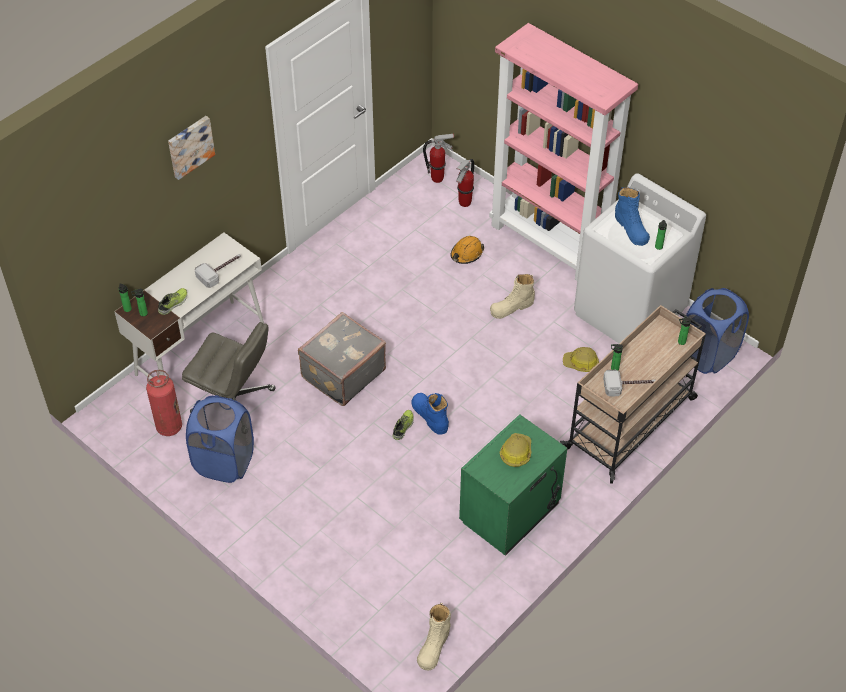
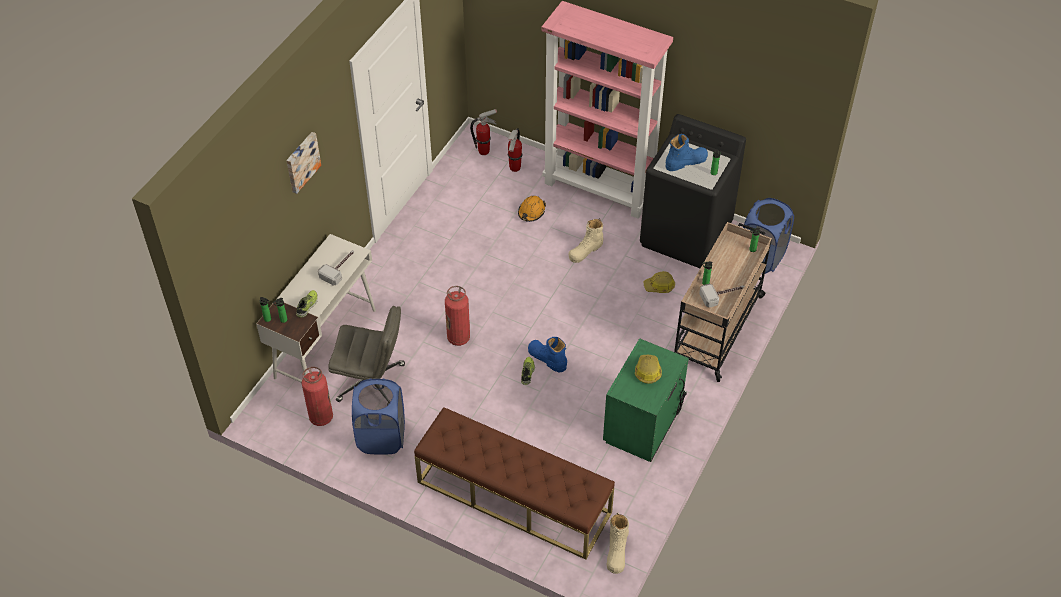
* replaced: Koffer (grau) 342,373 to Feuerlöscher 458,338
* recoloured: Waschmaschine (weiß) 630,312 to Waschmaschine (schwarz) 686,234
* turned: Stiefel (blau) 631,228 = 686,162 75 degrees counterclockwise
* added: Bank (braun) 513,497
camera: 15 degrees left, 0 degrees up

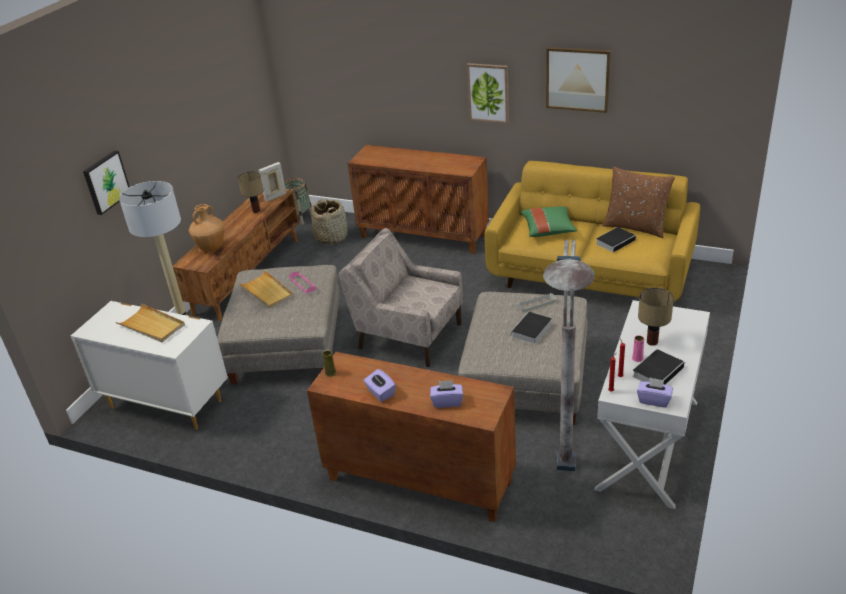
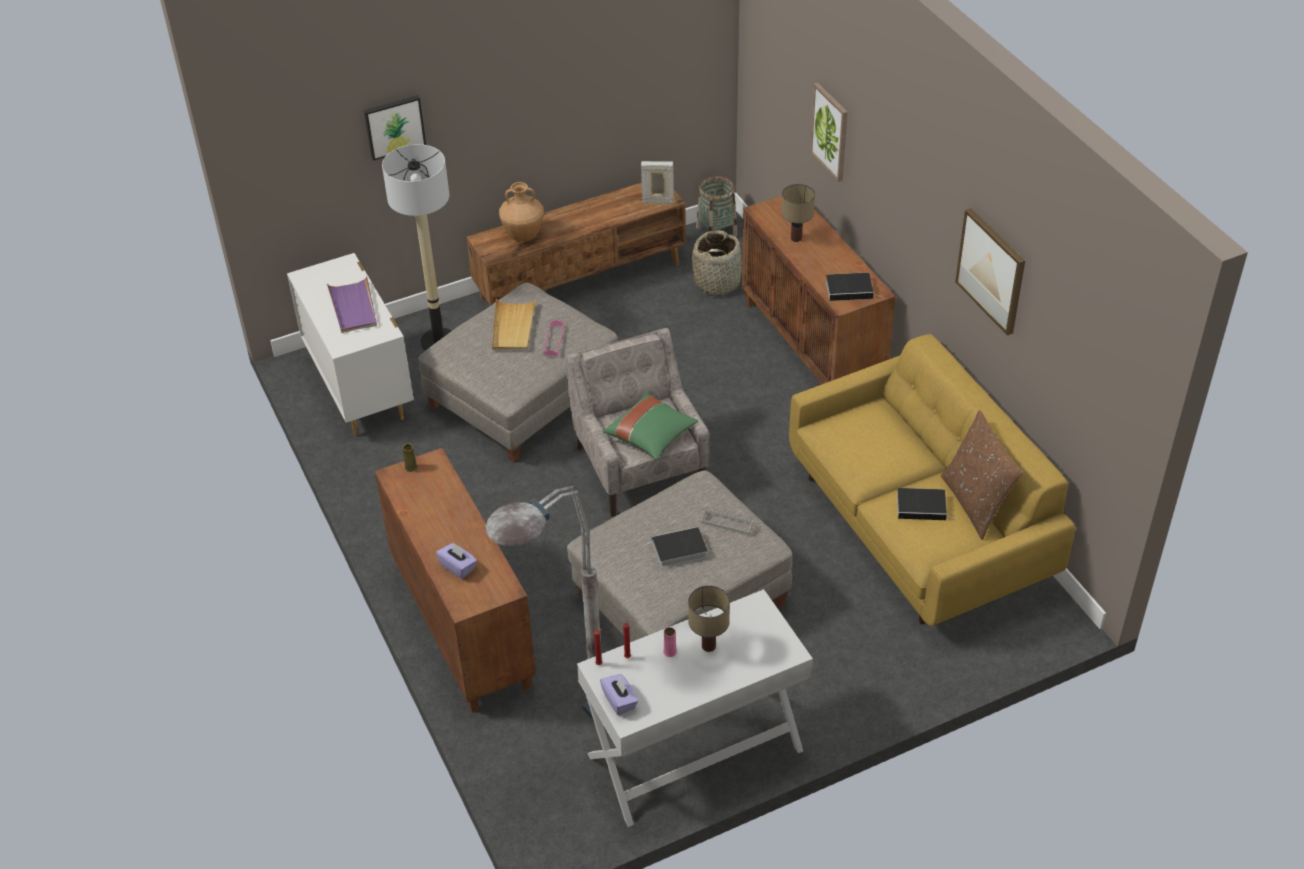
* recoloured: Tablett (beige) 152,326 to Tablett (lila) 353,307
* moved: Tischlampe 256,211 to 795,238
* removed: Taschentuchbox (lila) 380,393
* moved: Bild 488,93 to 830,131
* moved: Kissen (grün) 548,230 to 651,436
* moved: Buch 658,371 to 850,289
camera: 40 degrees right, 10 degrees up

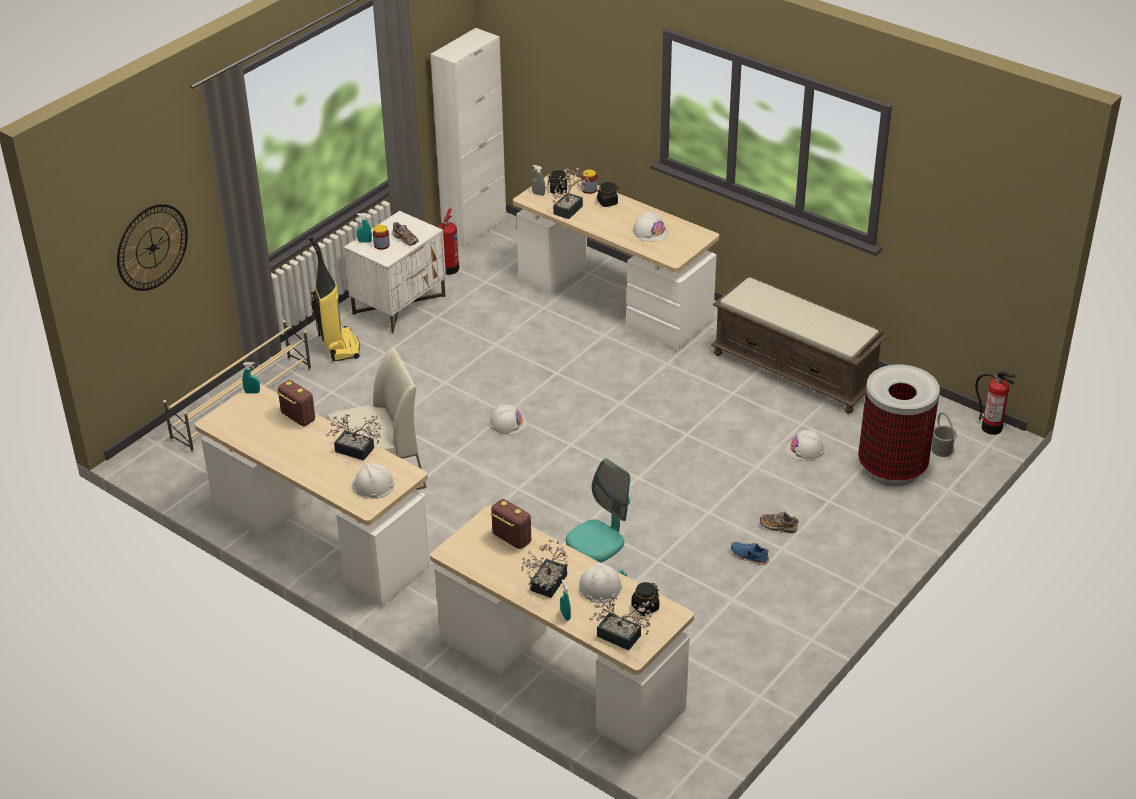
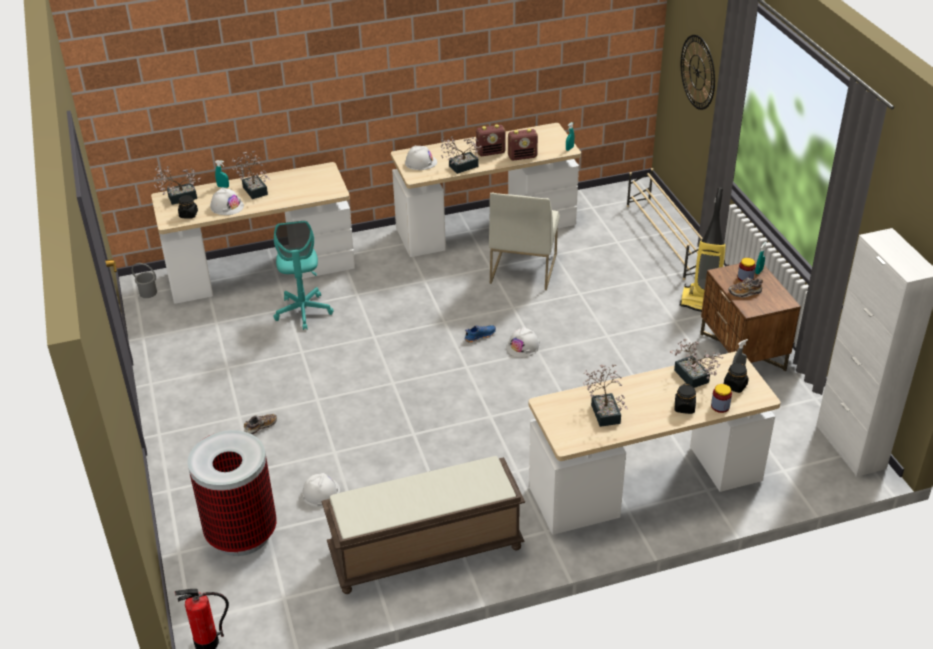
* recoloured: Nachttisch (weiß) 399,305 to Nachttisch (braun) 743,352
* removed: Feuerlöscher 448,270
* moved: Radio 511,538 to 491,152
* replaced: Schutzhelm (weiß) 650,232 to Topfpflanze 604,411
* moved: Schuh (blau) 749,556 to 479,336
* moved: Eimer (grau) 942,450 to 148,293
camera: 125 degrees right, 0 degrees up

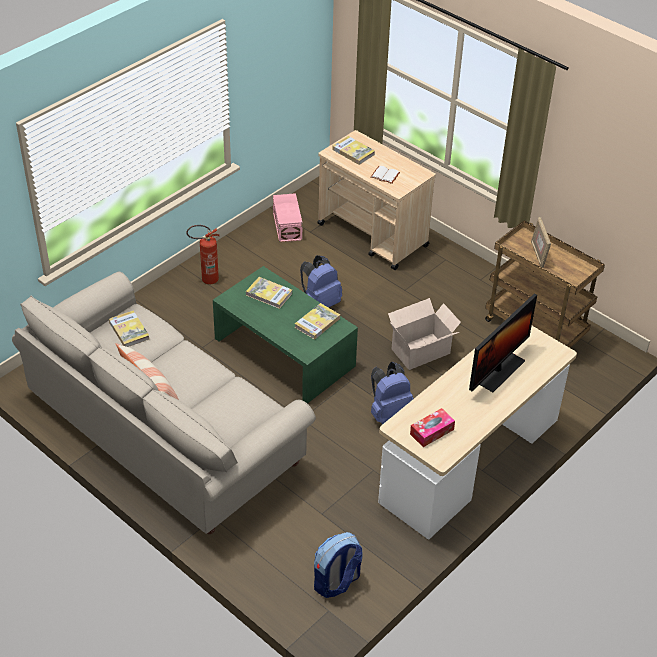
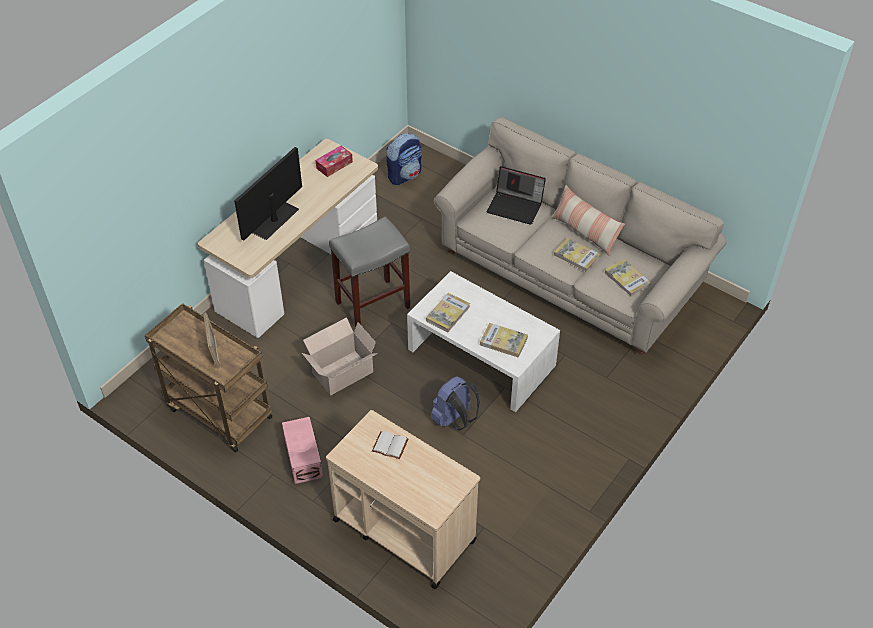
* removed: Feuerlöscher 206,280
* recoloured: Couchtisch (grün) 284,352 to Couchtisch (weiß) 482,357
* moved: Aufbewahrungsbox (rosa) 288,226 to 302,458
* moved: Buch 353,152 to 576,256
* replaced: Rucksack (blau) 389,413 to Hocker (grau) 372,305
* added: Laptop 516,206
camera: 175 degrees right, 5 degrees up

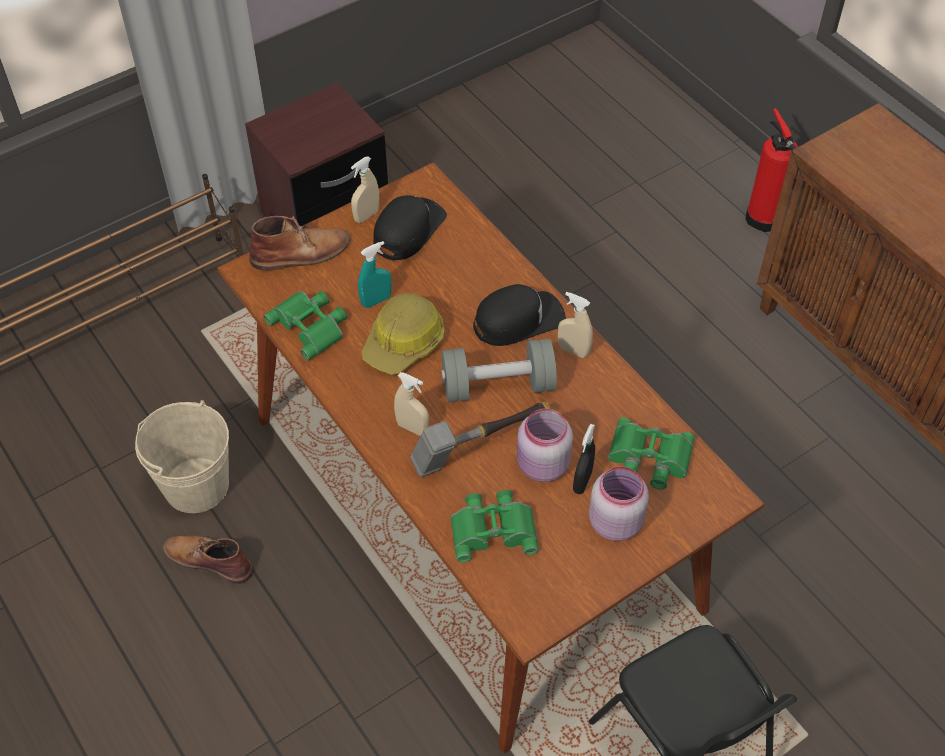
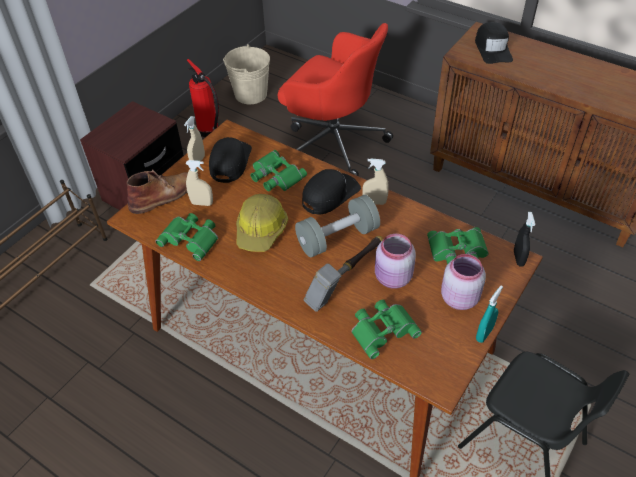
* moved: Eimer (beige) 196,485 to 250,94
* removed: Stiefel (braun) 208,559
* moved: Sprühflasche (türkis) 376,301 to 484,334
* moved: Sprühflasche (beige) 412,428 to 202,203
* moved: Sprühflasche (schwarz) 582,481 to 518,258
* moved: Feuerlöscher 764,221 to 209,132
* added: Fernglas (grün) 275,176
* added: Bürostuhl (rot) 333,142
* added: Kappe (schwarz) 492,49
camera: 20 degrees left, 5 degrees down

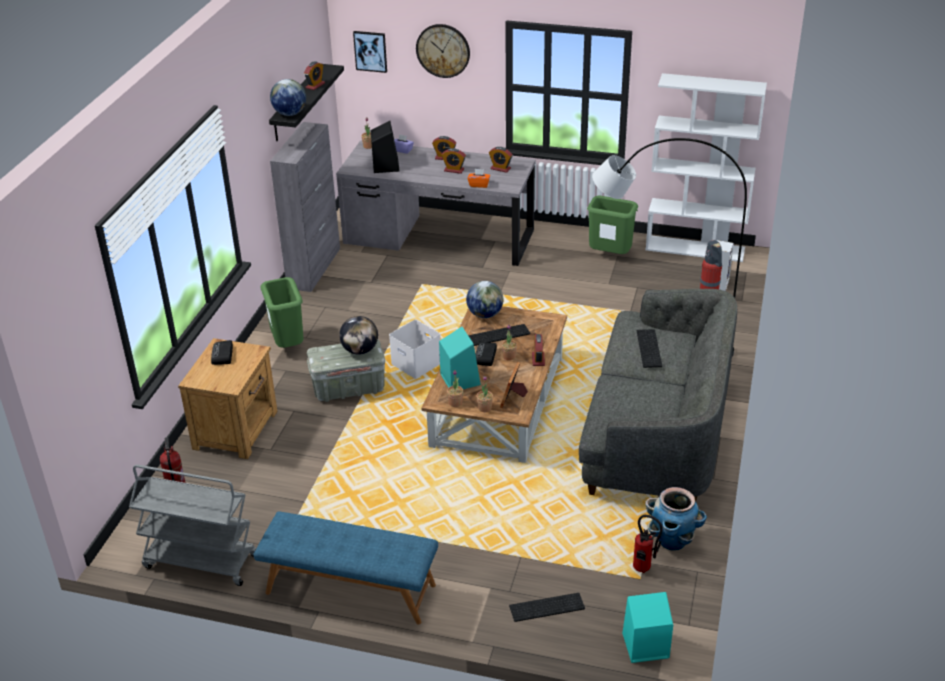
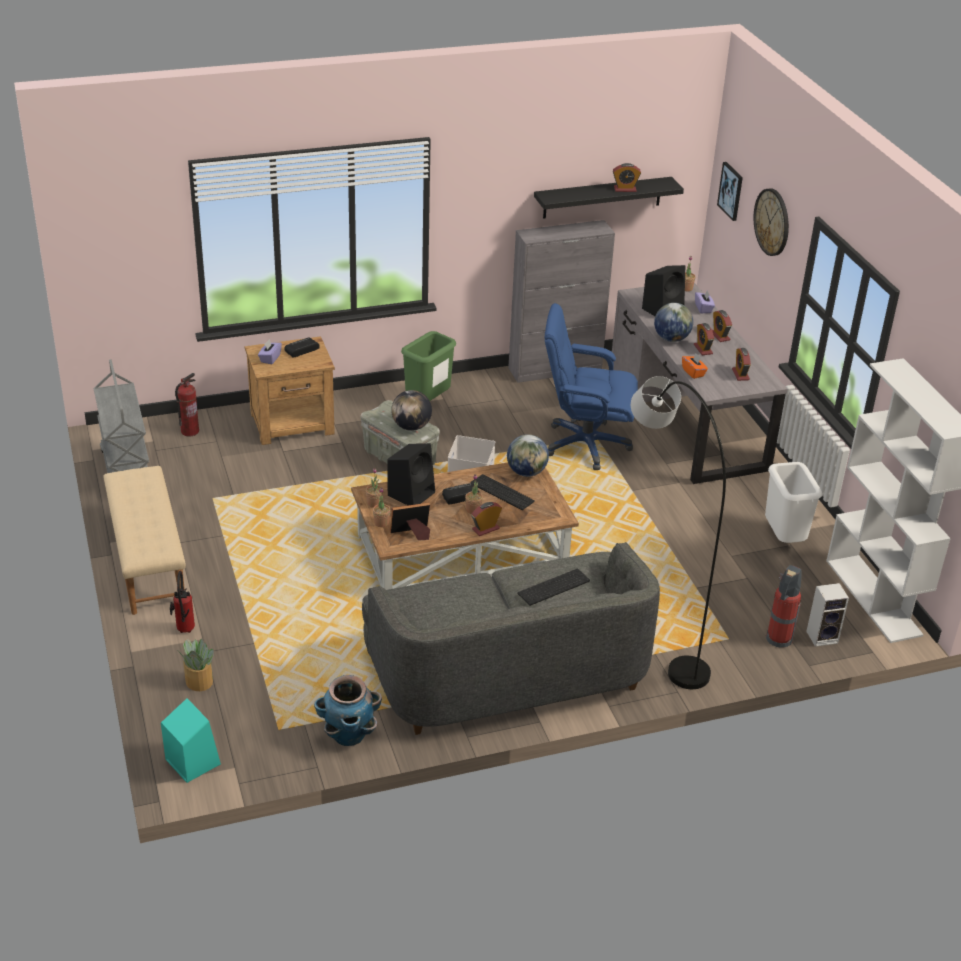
* recoloured: Bank (blau) 350,589 to Bank (beige) 147,561
* moved: Globus 290,114 to 671,339
* recoloured: Lautsprecher (türkis) 459,379 to Lautsprecher (schwarz) 411,493
* replaced: Tastatur 546,608 to Topfpflanze 199,682
* recoloured: Mülleimer (grün) 610,256 to Mülleimer (weiß) 784,540
* moved: Feuerlöscher 644,570 to 184,631
* added: Taschentuchbox (lila) 270,358
* added: Bürostuhl (blau) 585,444
camera: 55 degrees right, 0 degrees up

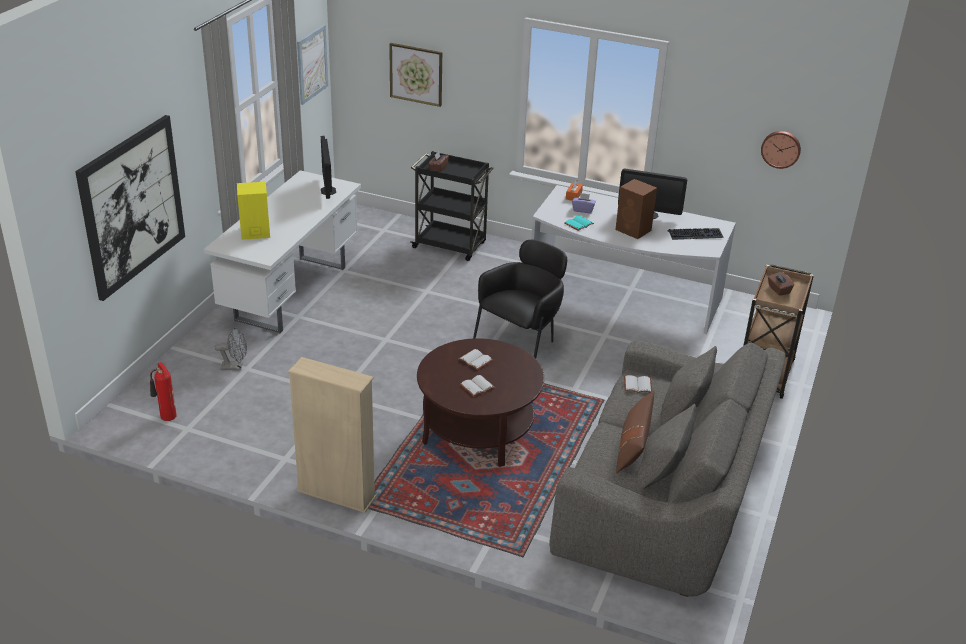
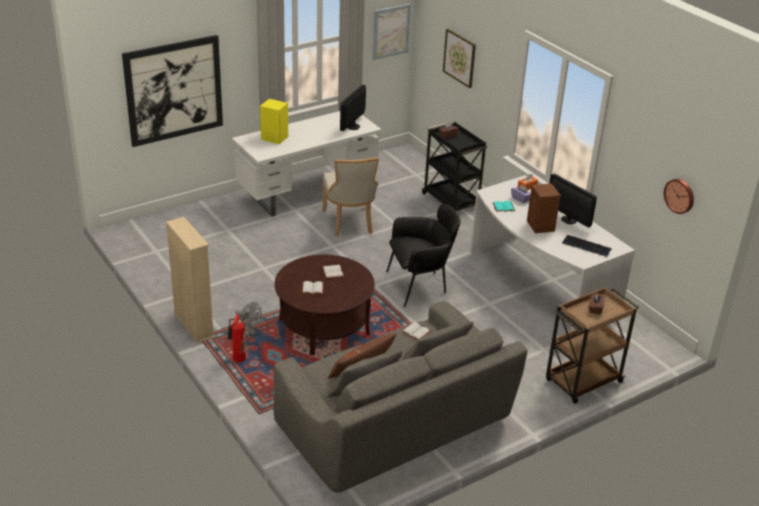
* moved: Feuerlöscher 167,417 to 238,359
* moved: Ventilator (grau) 235,367 to 249,333
* added: Stuhl (beige) 349,223
camera: 35 degrees right, 0 degrees up

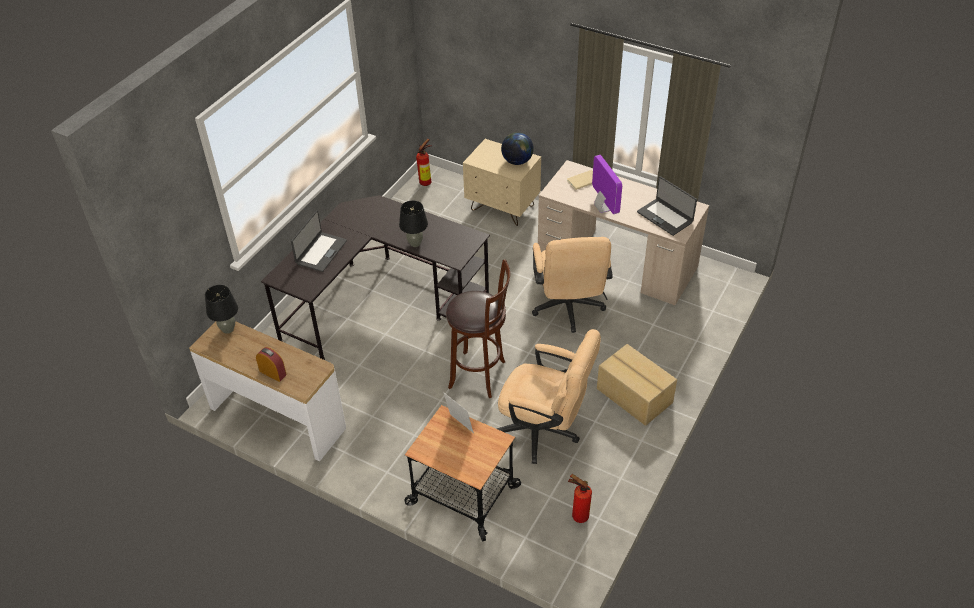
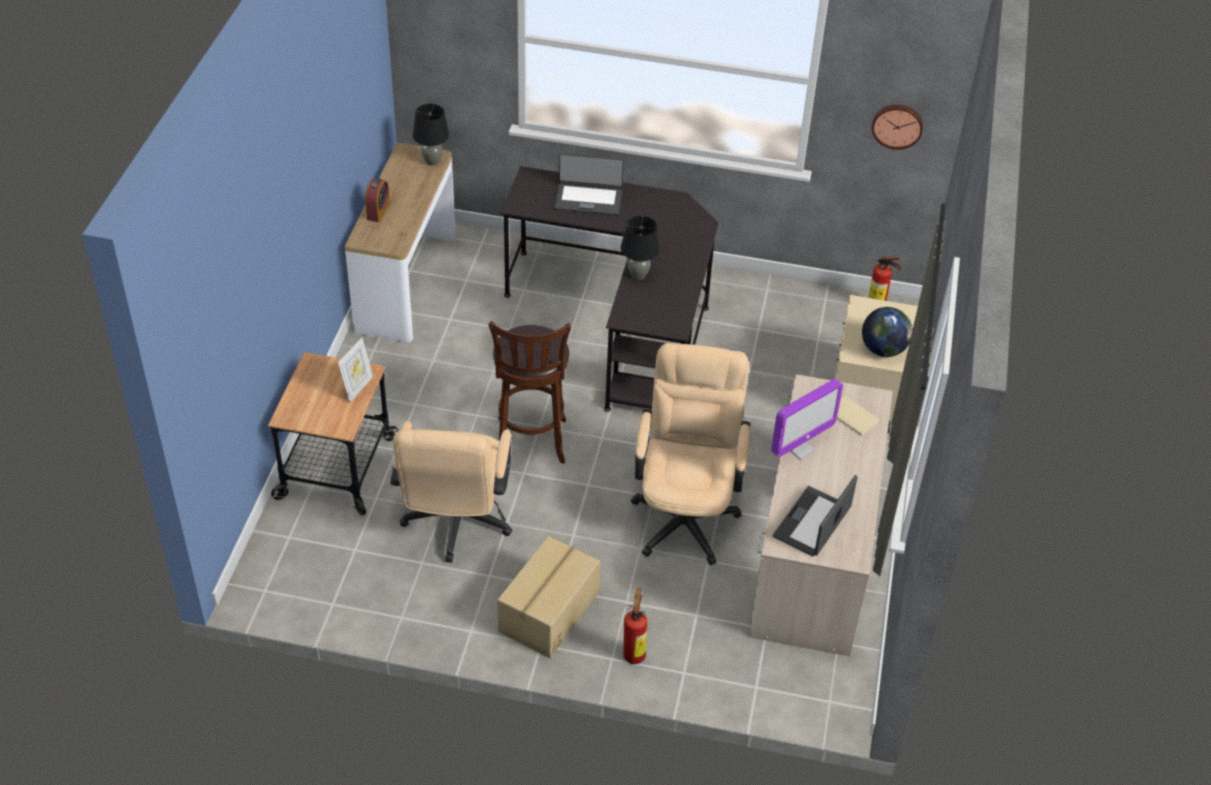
* turned: Bürostuhl (beige) 568,310 = 686,512 120 degrees clockwise
* moved: Feuerlöscher 578,515 to 635,653
* added: Wanduhr 897,125
camera: 70 degrees right, 0 degrees up

